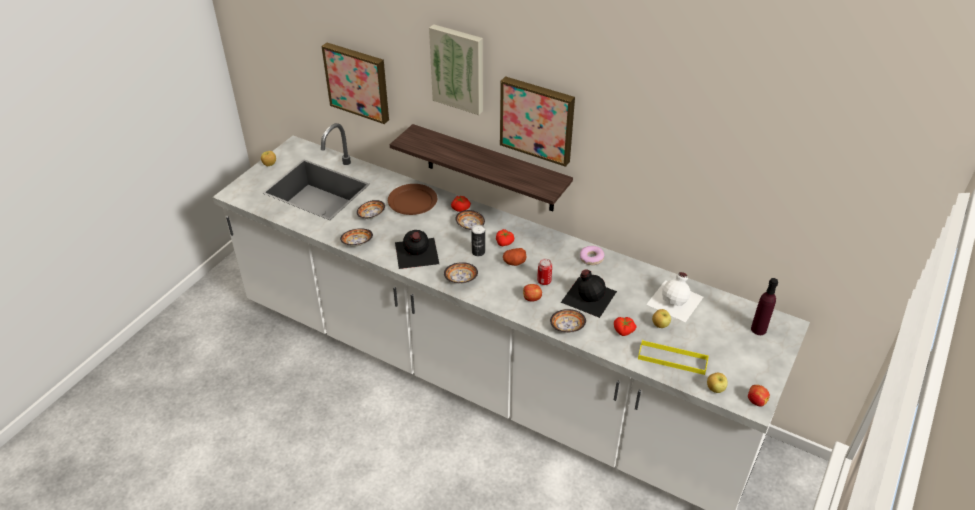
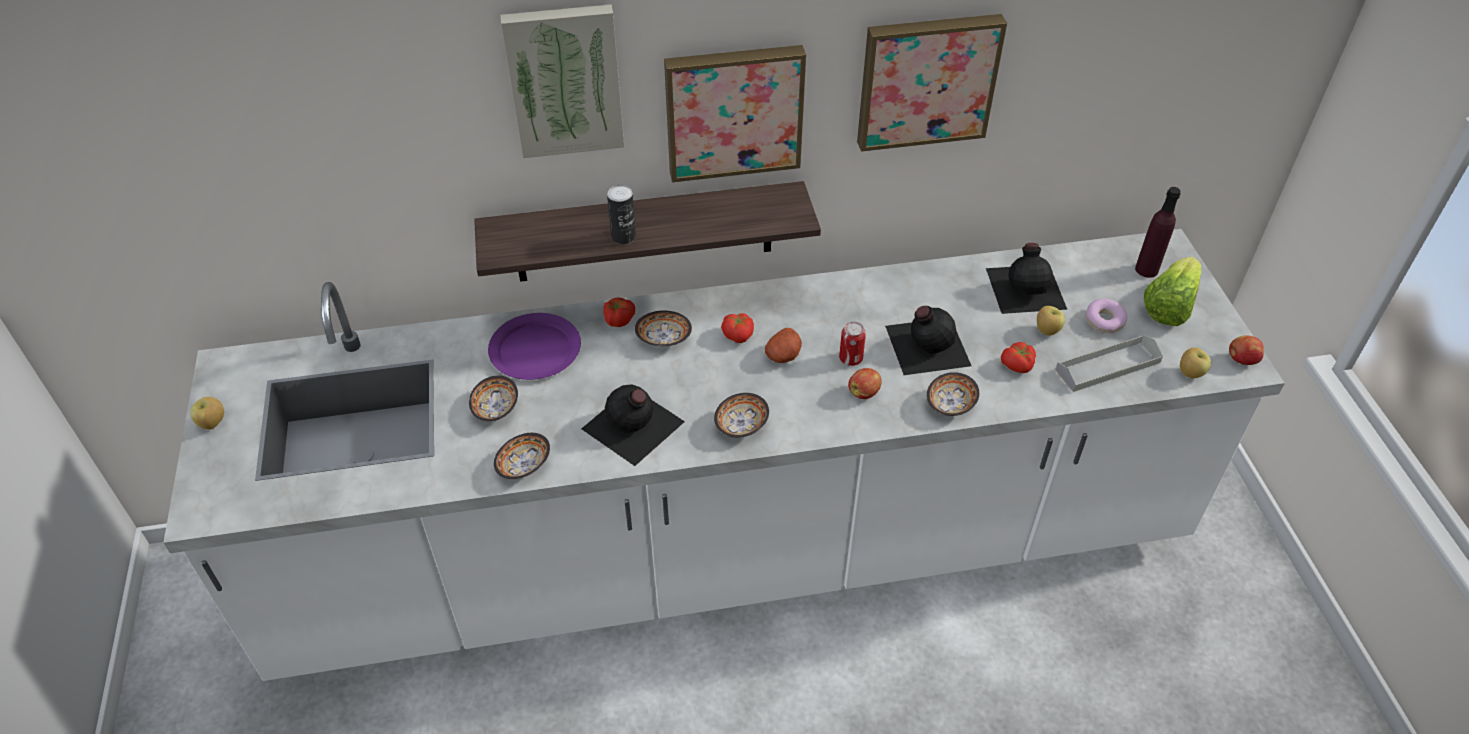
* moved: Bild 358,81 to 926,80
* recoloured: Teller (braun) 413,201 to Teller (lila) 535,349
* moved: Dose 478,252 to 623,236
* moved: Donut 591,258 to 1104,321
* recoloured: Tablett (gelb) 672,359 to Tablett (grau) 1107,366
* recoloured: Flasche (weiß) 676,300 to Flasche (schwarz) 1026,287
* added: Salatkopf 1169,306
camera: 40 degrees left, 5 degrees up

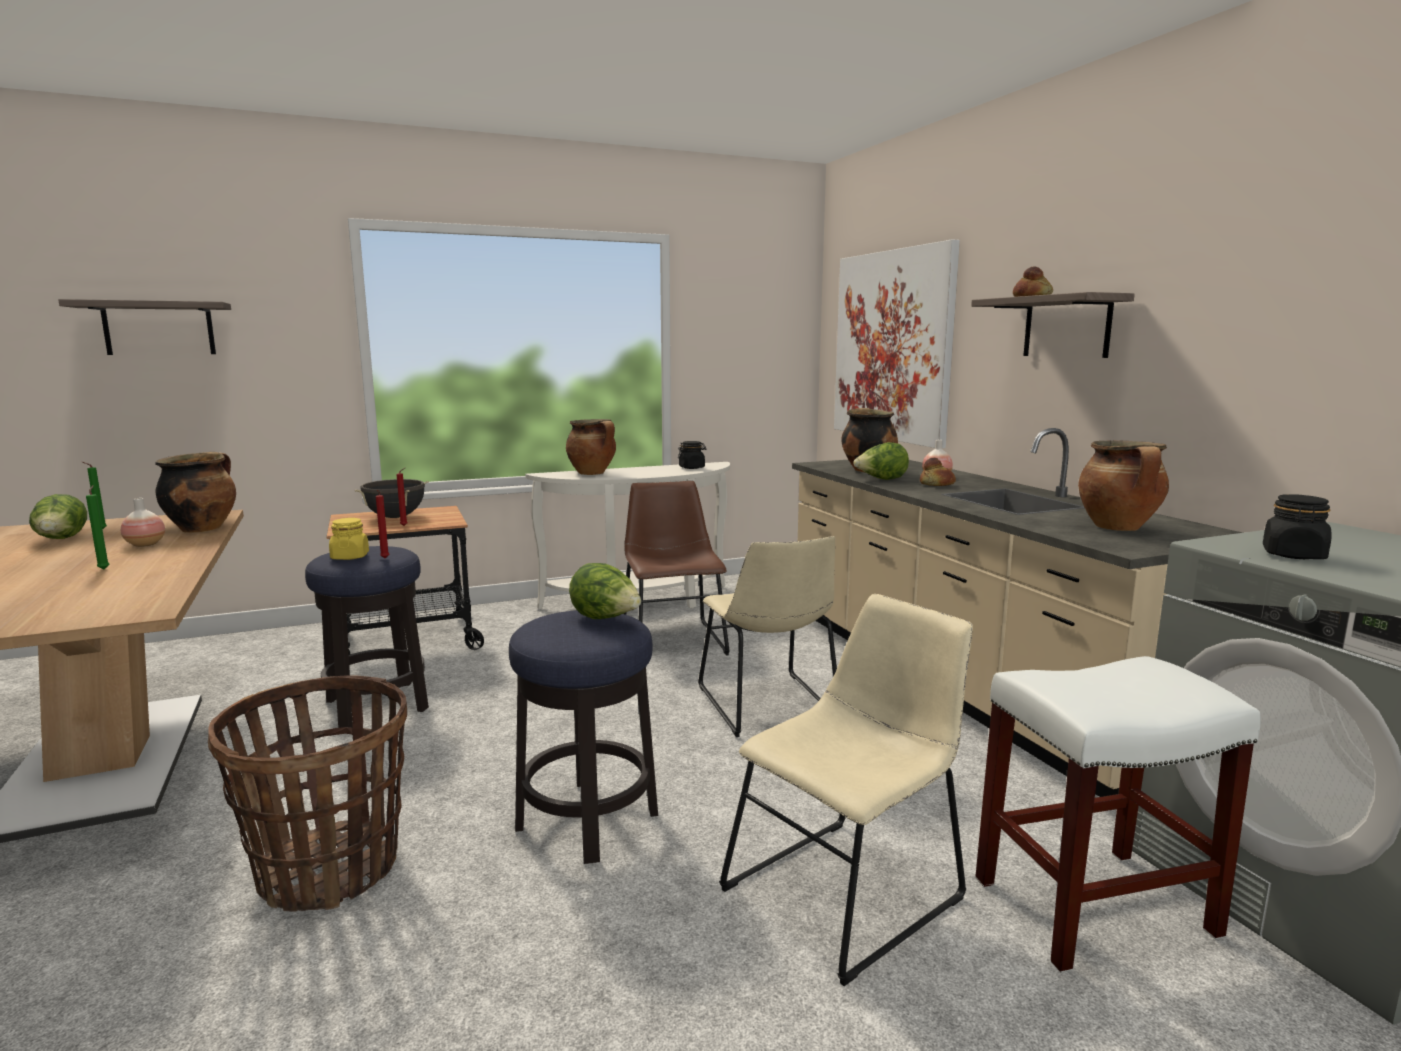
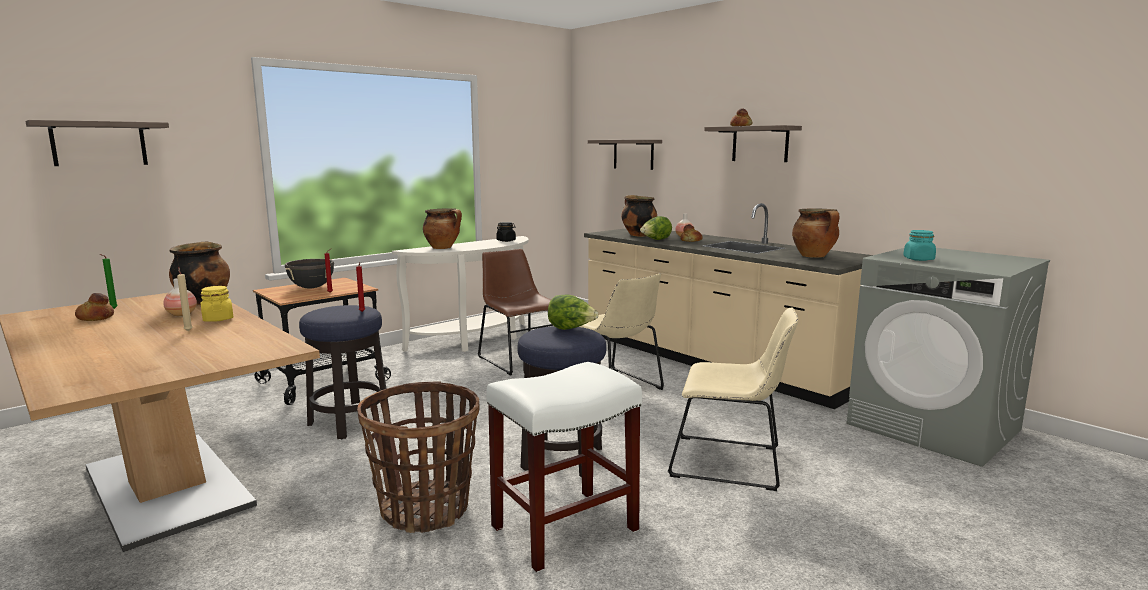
* replaced: Salatkopf 62,540 to Brot 96,318
* recoloured: Kerze (grün) 104,569 to Kerze (beige) 188,331
* moved: Vorratsglas (gelb) 350,557 to 218,319
* turned: Stuhl (beige) 849,889 = 731,463 75 degrees clockwise
* replaced: Bild 892,346 to Wandregal 633,154
* moved: Hocker (weiß) 1094,905 to 565,528
* recoloured: Vorratsglas (schwarz) 1293,555 to Vorratsglas (türkis) 918,259
camera: 20 degrees left, 0 degrees up

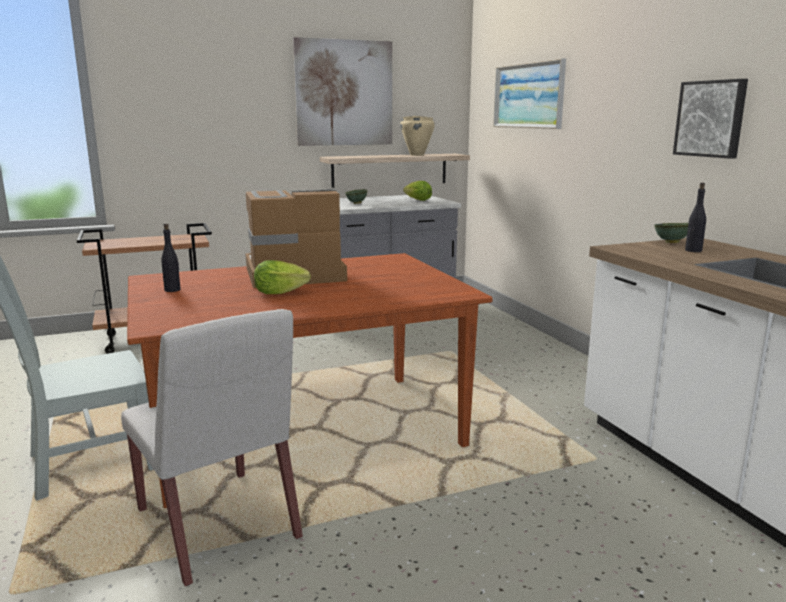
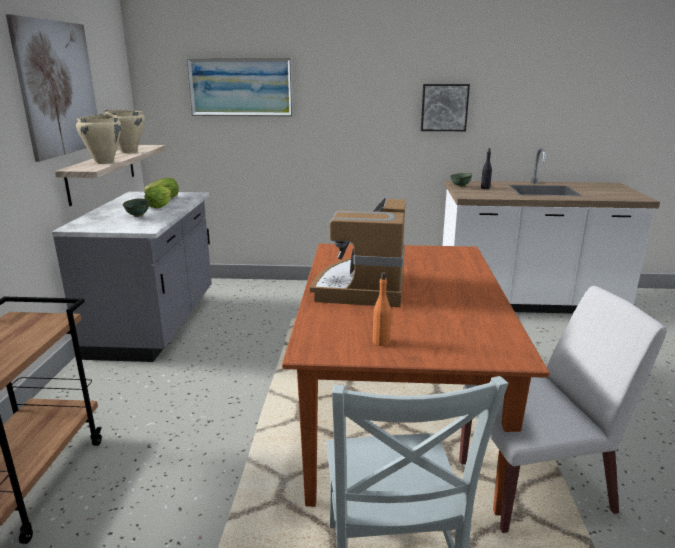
* recoloured: Flasche (schwarz) 172,290 to Flasche (orange) 381,342
* moved: Salatkopf 279,293 to 159,206
* added: Kochtopf (beige) 105,162
camera: 65 degrees left, 5 degrees up

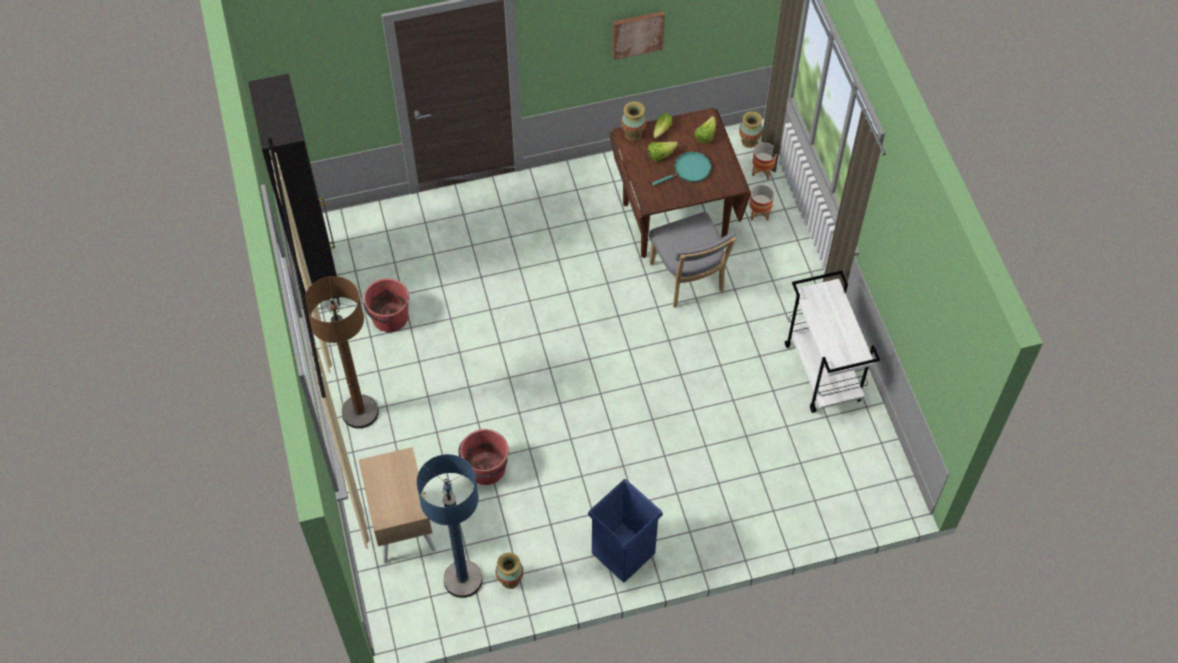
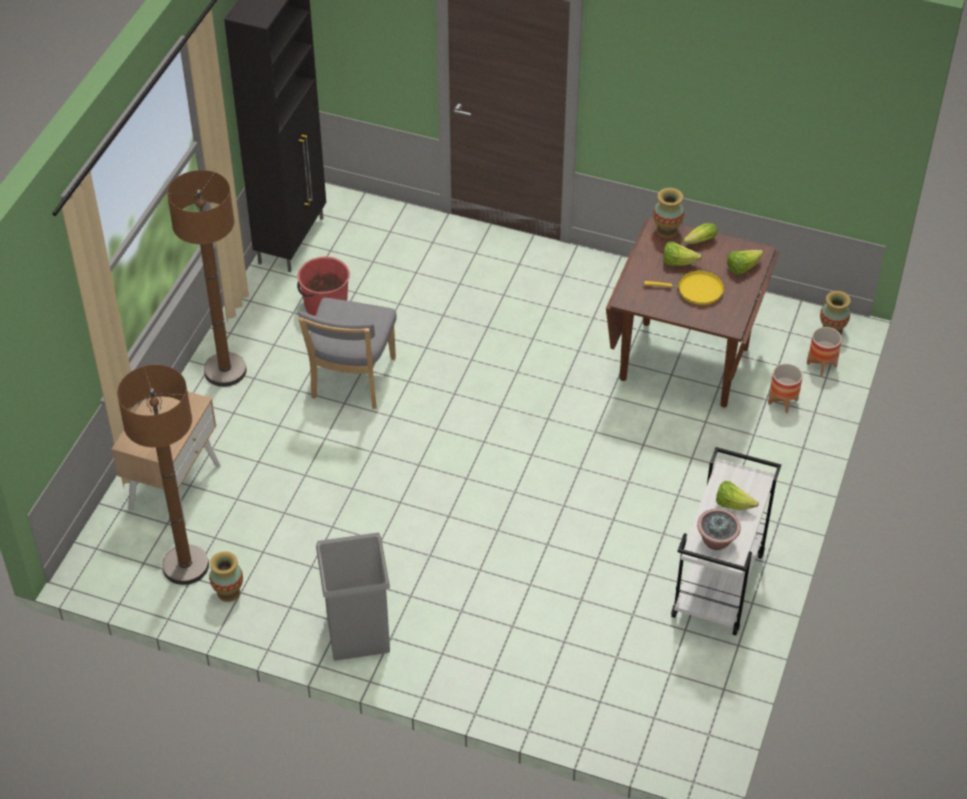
* recoloured: Stehlampe (blau) 463,579 to Stehlampe (braun) 185,566
* removed: Eimer (rot) 486,469
* recoloured: Mülleimer (blau) 623,552 to Mülleimer (grau) 357,633
* removed: Bild 637,34
* moved: Stuhl (grau) 688,280 to 351,381
* recoloured: Pfanne (türkis) 689,170 to Pfanne (gelb) 696,290
* added: Topfpflanze 716,541
* added: Salatkopf 733,504
camera: 35 degrees right, 10 degrees down

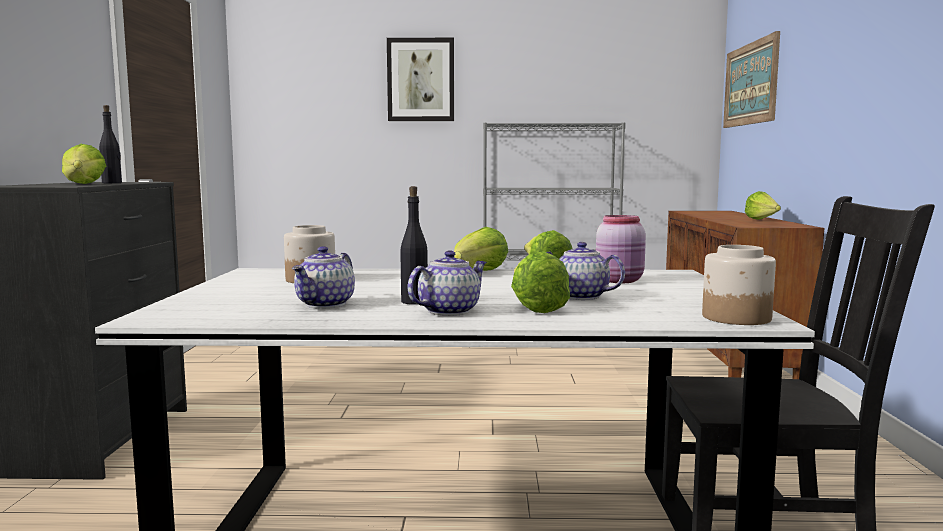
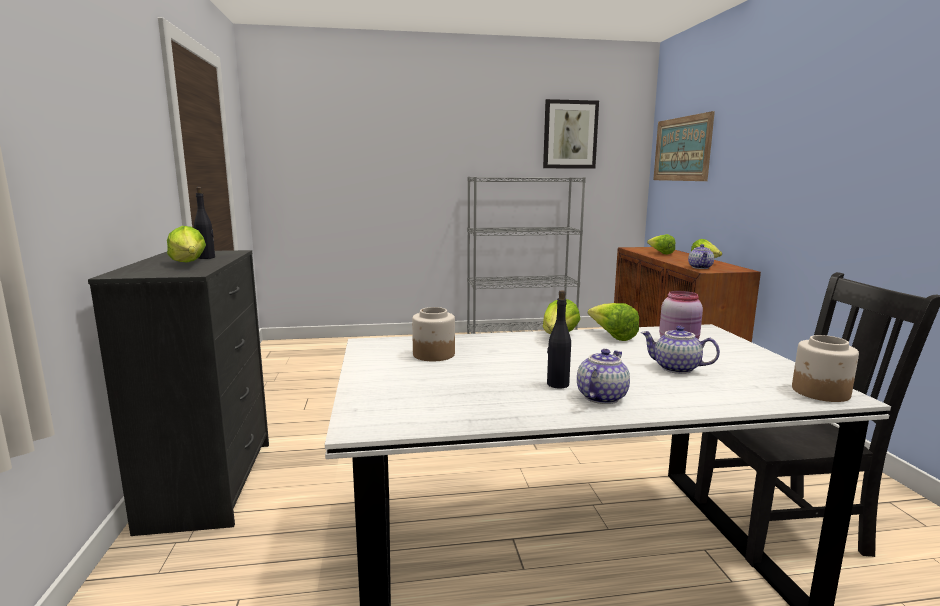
* moved: Teekanne 326,304 to 700,267
* moved: Bild 421,80 to 570,134
* moved: Salatkopf 534,308 to 660,253
camera: 10 degrees left, 5 degrees up

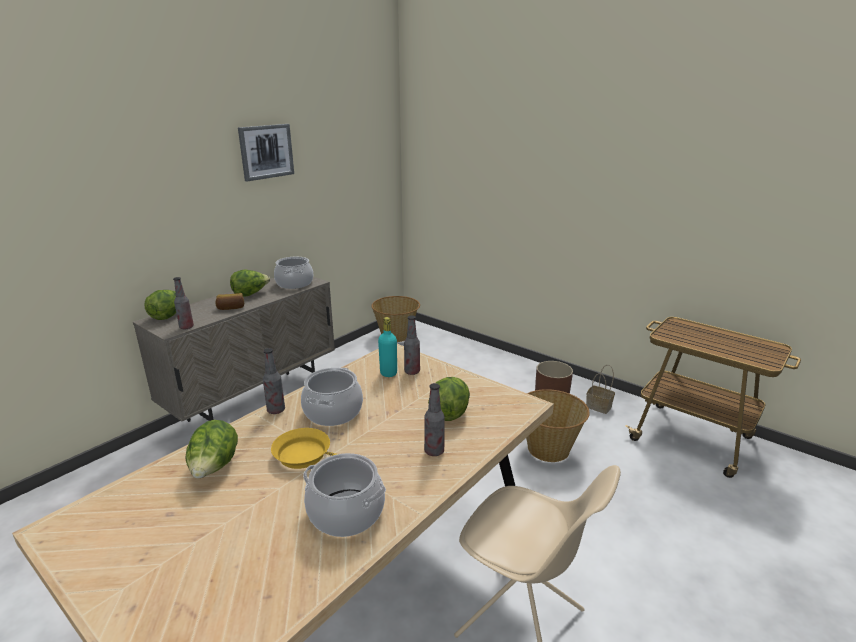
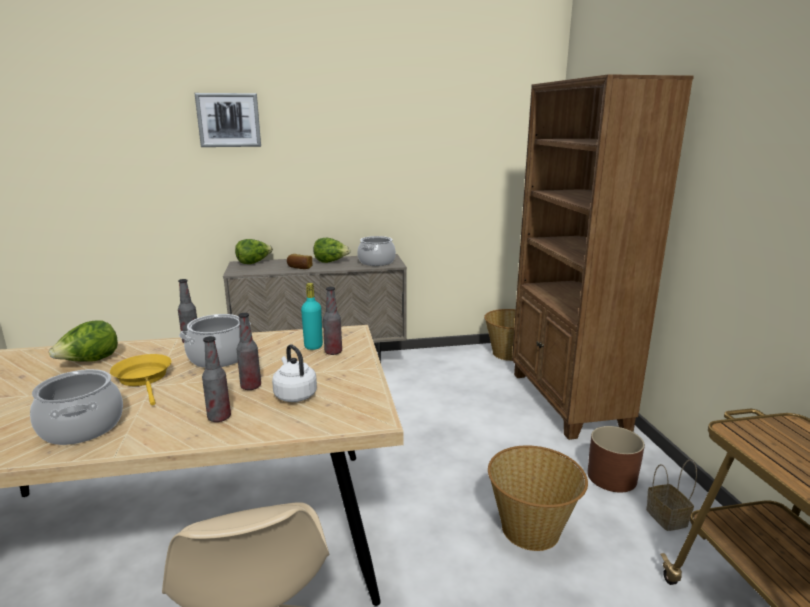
* moved: Flasche 186,327 to 251,386
* moved: Bild 266,151 to 229,120
* replaced: Salatkopf 449,412 to Wasserkessel (weiß) 294,394
* added: Bücherregal (braun) 567,401
camera: 40 degrees right, 5 degrees down

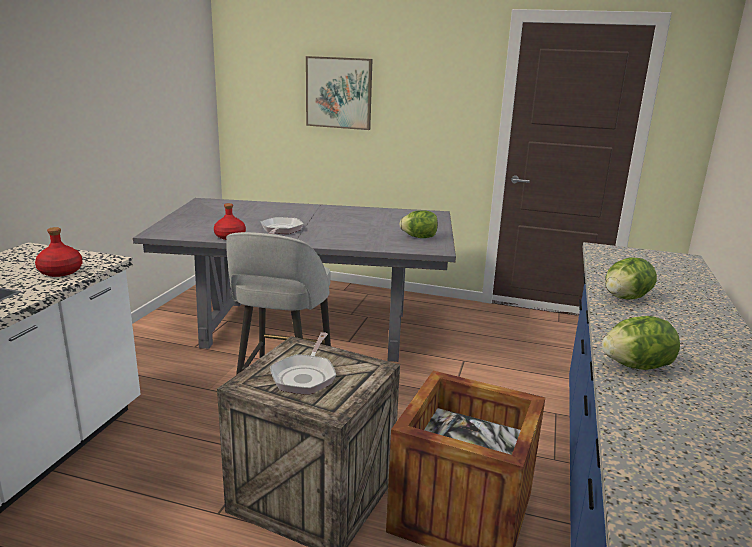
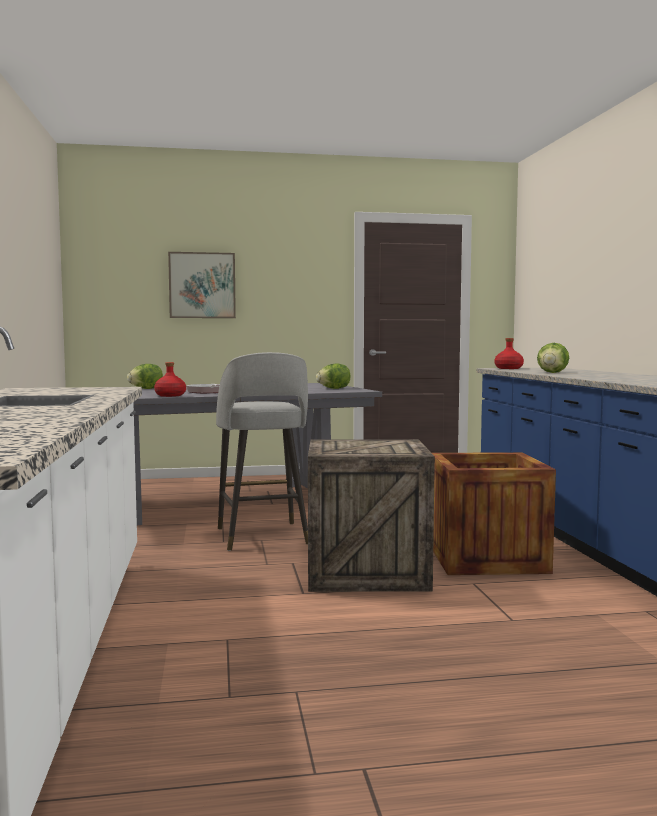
* moved: Flasche (rot) 61,272 to 509,368
* removed: Pfanne 305,376
* moved: Salatkopf 636,366 to 146,389
camera: 25 degrees left, 15 degrees down

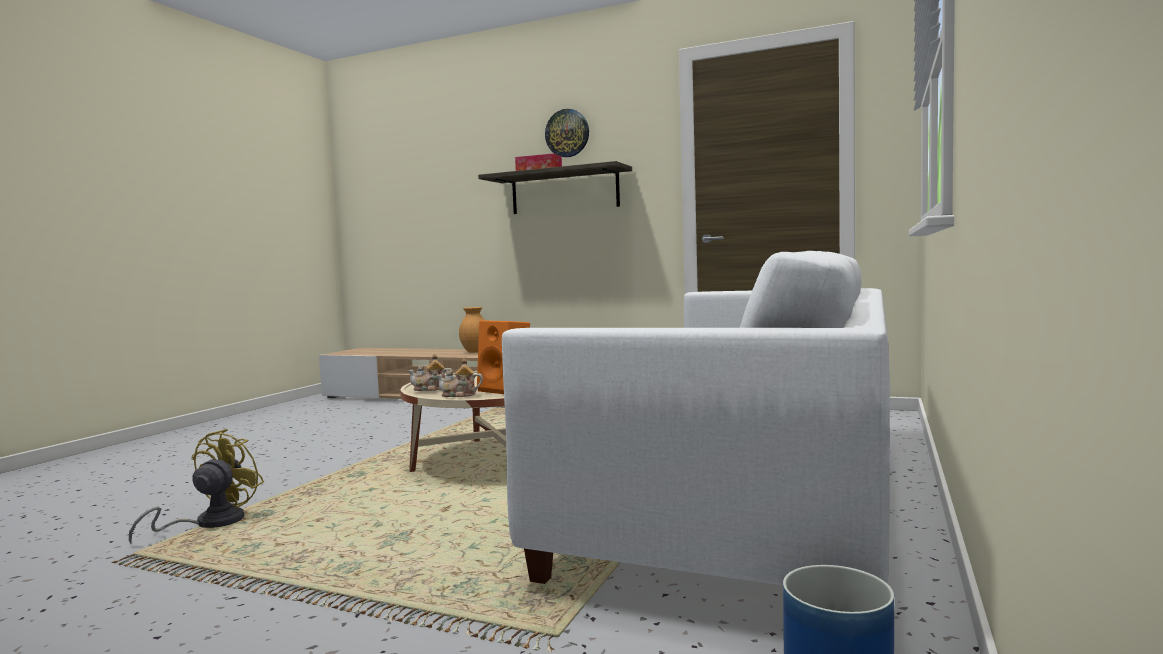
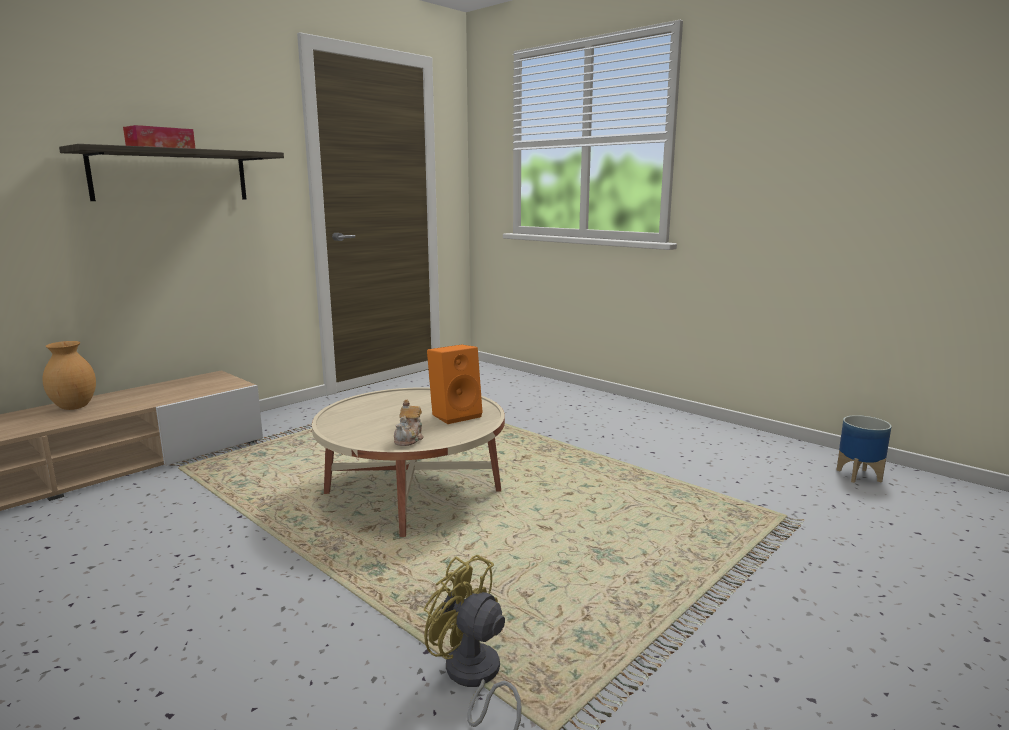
* removed: Teekanne 459,395
* removed: Sofa (weiß) 746,494
* removed: Wanduhr 567,133
camera: 70 degrees left, 10 degrees up

